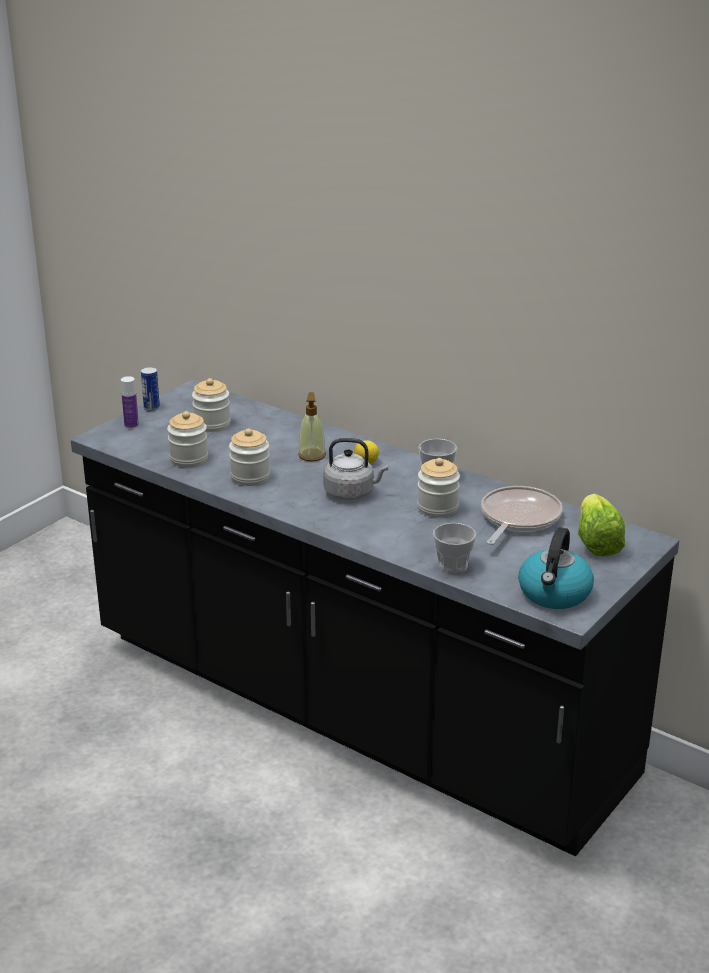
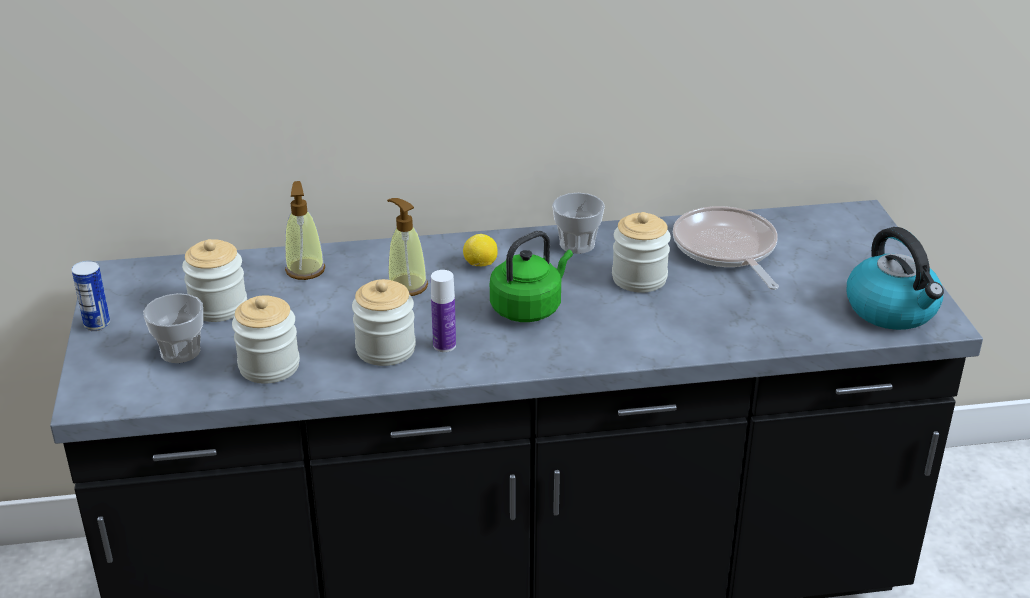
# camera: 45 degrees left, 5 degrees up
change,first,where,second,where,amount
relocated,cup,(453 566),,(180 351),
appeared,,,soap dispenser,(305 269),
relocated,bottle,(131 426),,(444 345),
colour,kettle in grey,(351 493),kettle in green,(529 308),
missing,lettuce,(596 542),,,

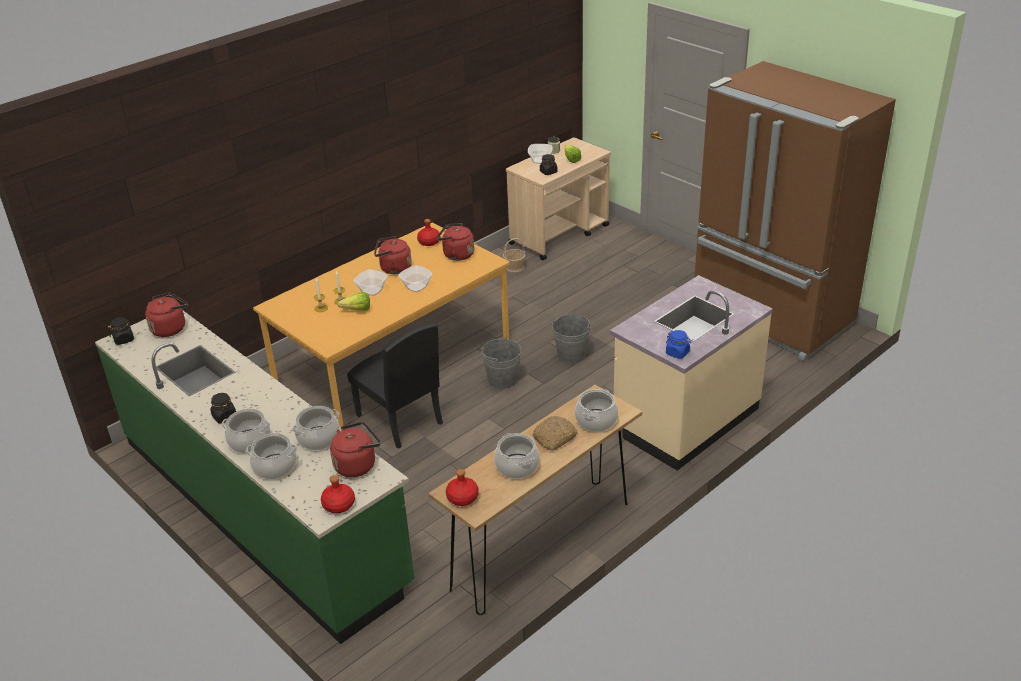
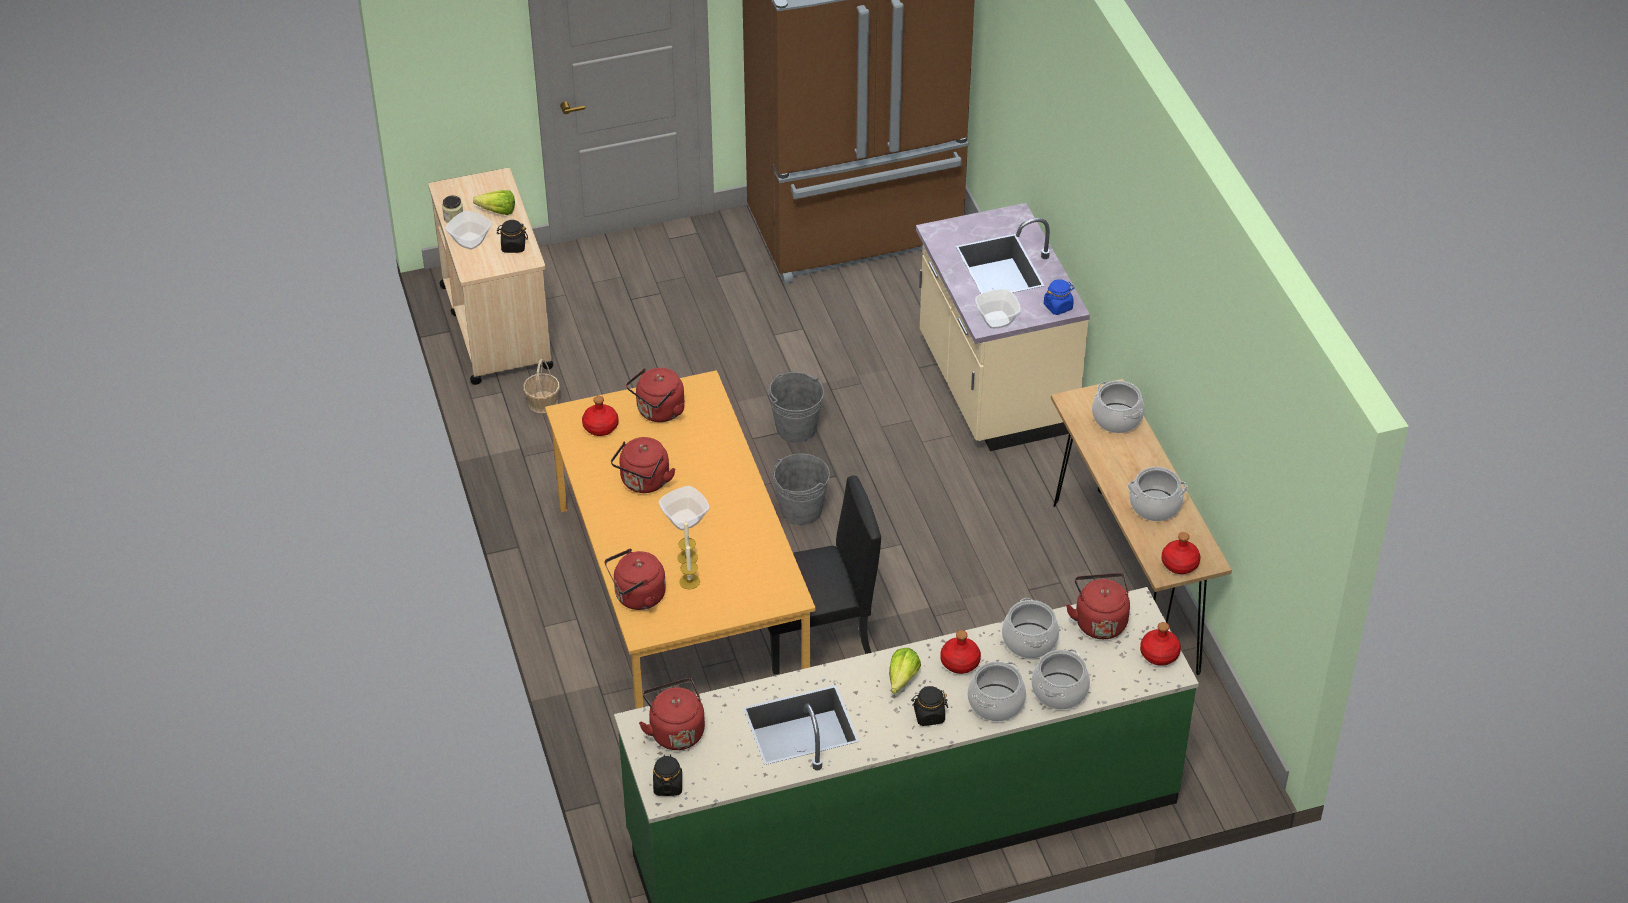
# camera: 65 degrees left, 10 degrees up
change,first,where,second,where,amount
appeared,,,kettle in red,(637 597),
relocated,lettuce,(354 310),,(900 682),
appeared,,,bottle in red,(960 662),
relocated,bowl,(416 287),,(996 320),
missing,bread,(554 438),,,

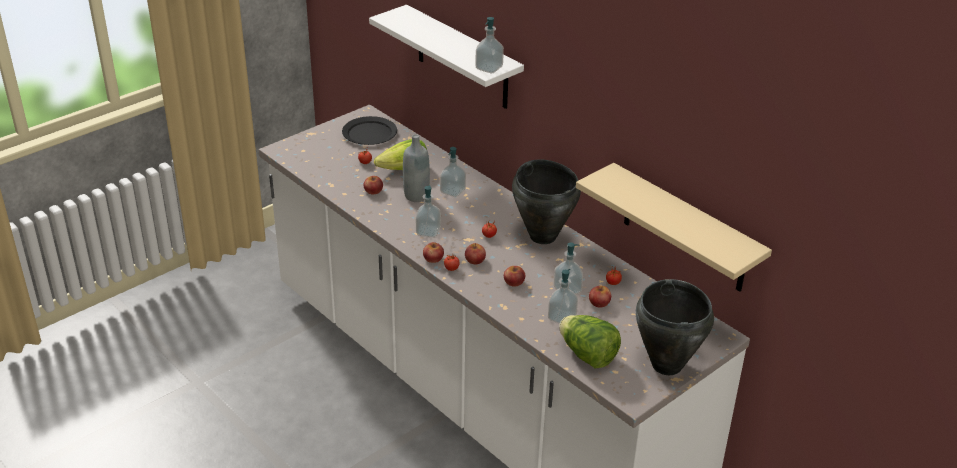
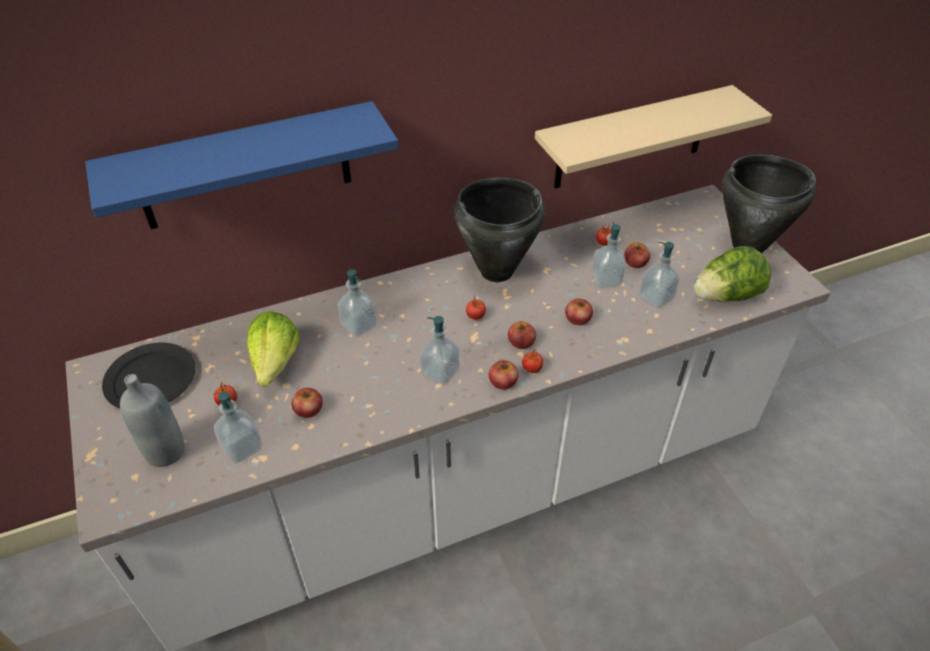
# camera: 70 degrees left, 10 degrees up
change,first,where,second,where,amount
colour,shelf in white,(462 58),shelf in blue,(245 167),
relocated,bottle in grey,(416 196),,(166 452),
relocated,soap dispenser,(489 68),,(242 447),

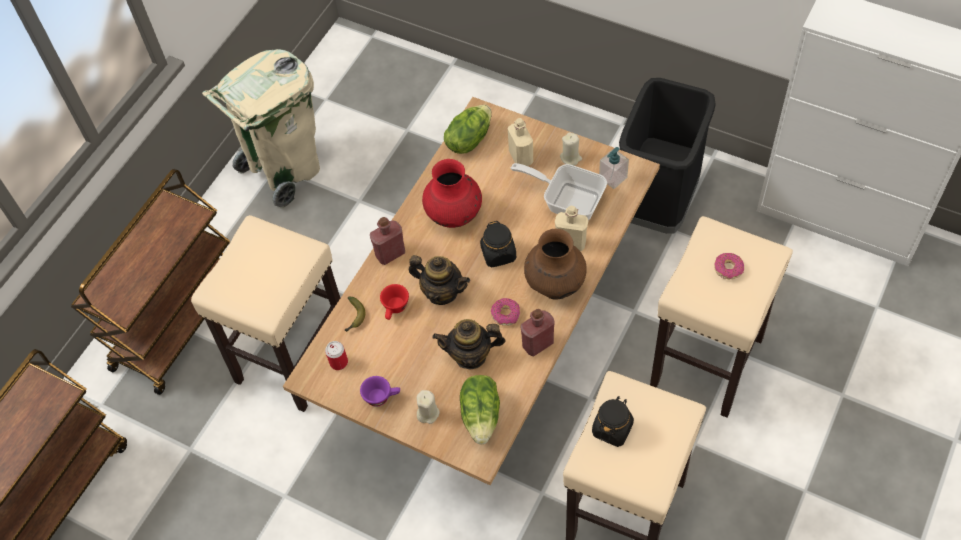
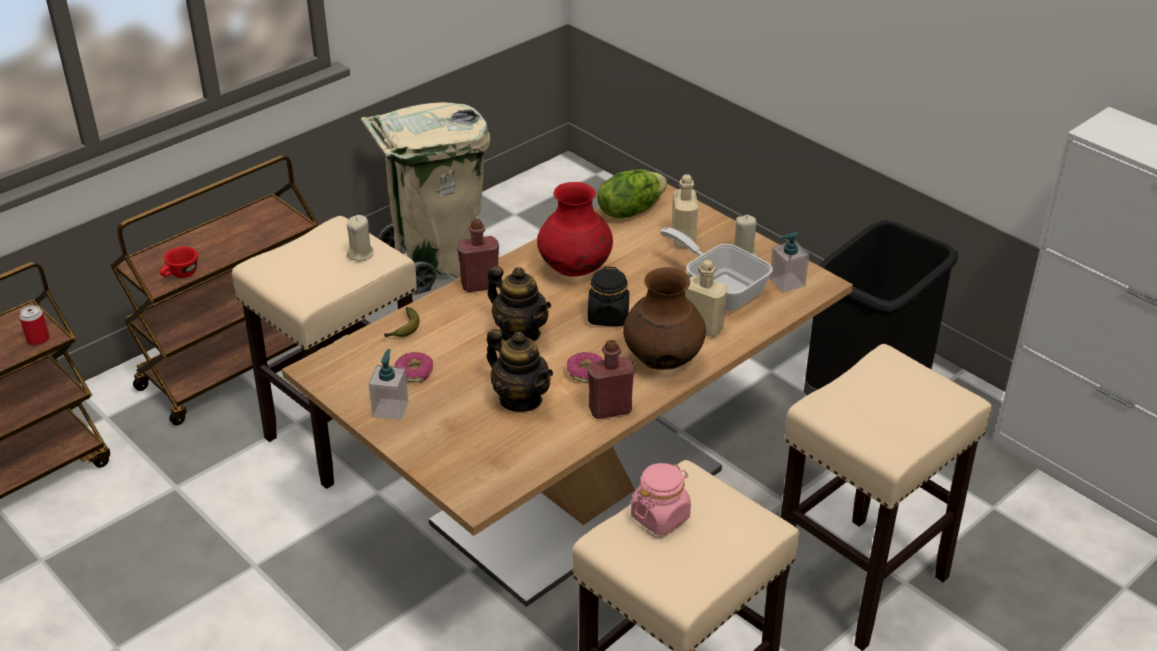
# camera: 15 degrees right, 20 degrees down
change,first,where,second,where,amount
relocated,can,(338 362),,(38 339),
relocated,cup in red,(395 309),,(180 275),
relocated,candle in beige,(428 413),,(361 254),
exchanged,cup in purple,(382 396),soap dispenser,(390 409),
relocated,donut,(728 268),,(415 372),
spun,teapot,(471 355),,(520 399),150 degrees counterclockwise
colour,jar in black,(612 429),jar in pink,(660 516),
missing,lettuce,(482 415),,,

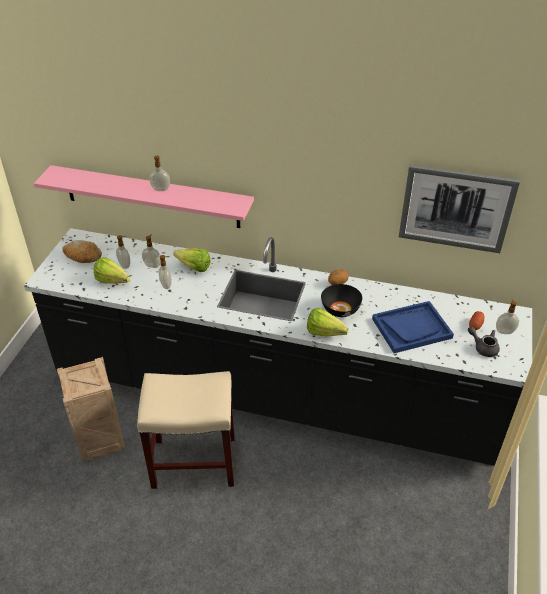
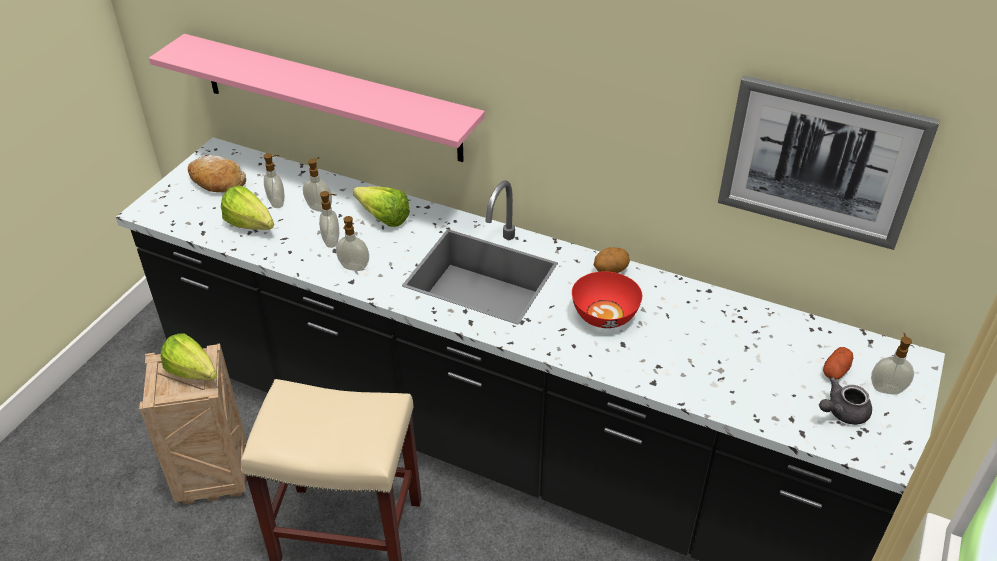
# camera: 10 degrees right, 0 degrees up
change,first,where,second,where,amount
relocated,lettuce,(327 334),,(195 375),
relocated,soap dispenser,(160 190),,(354 267),
colour,bowl in black,(340 310),bowl in red,(604 315),
spun,teapot in grey,(483 347),,(842 412),75 degrees counterclockwise
missing,tray in blue,(411 328),,,

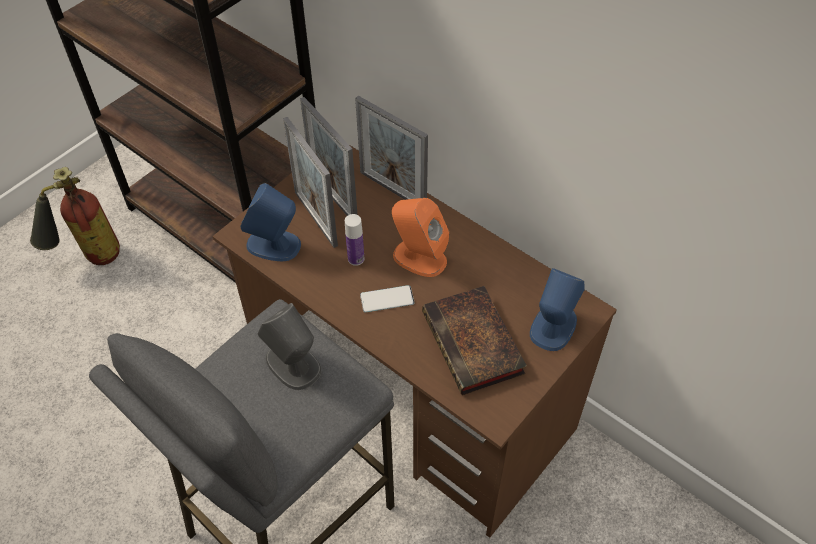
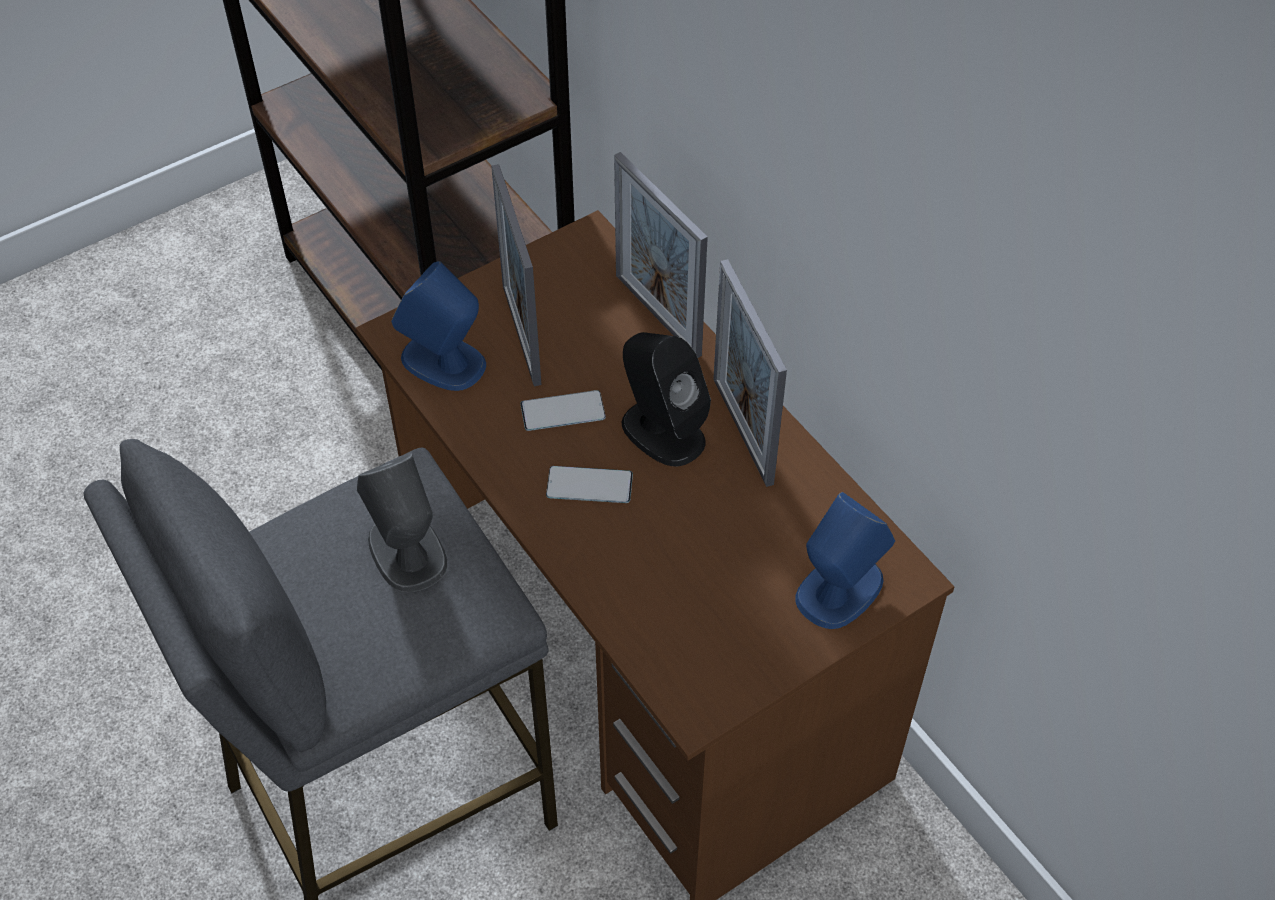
# camera: 15 degrees right, 0 degrees up
change,first,where,second,where,amount
exchanged,bottle,(356 259),phone,(562 411),
colour,speaker in orange,(419 257),speaker in black,(662 431),
relocated,picture frame,(333 197),,(742 430),
missing,fire extinguisher,(89 258),,,
missing,book,(474 345),,,

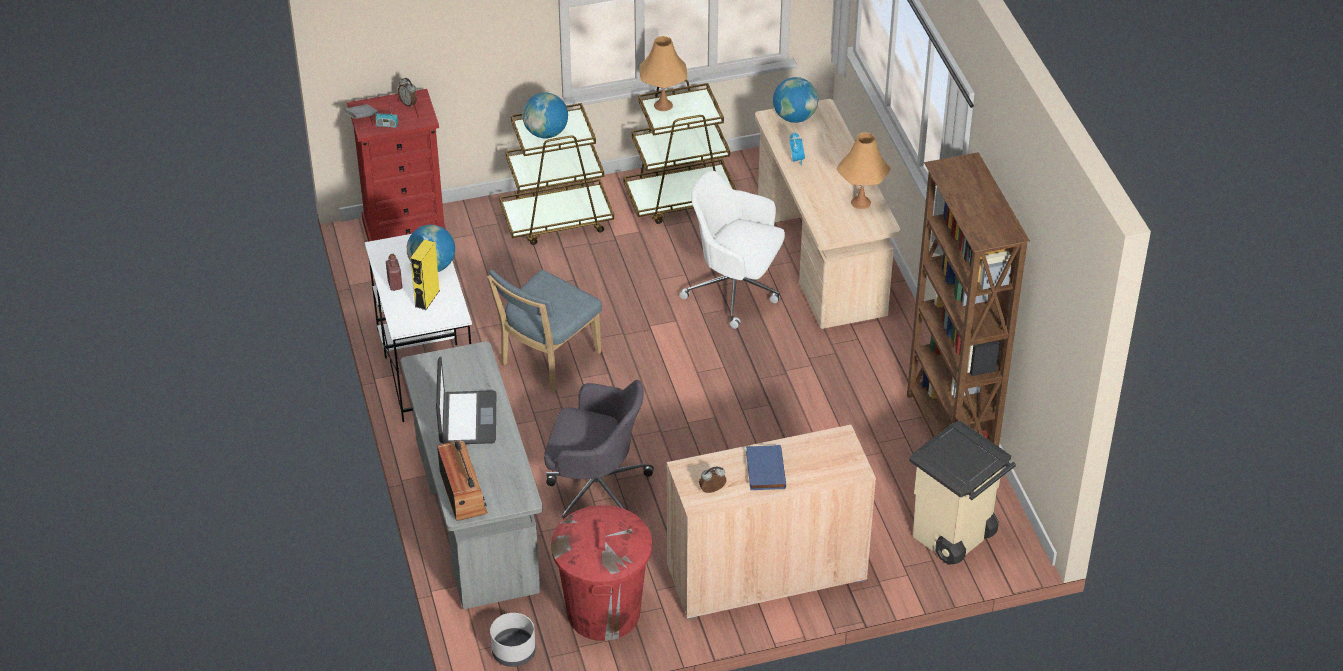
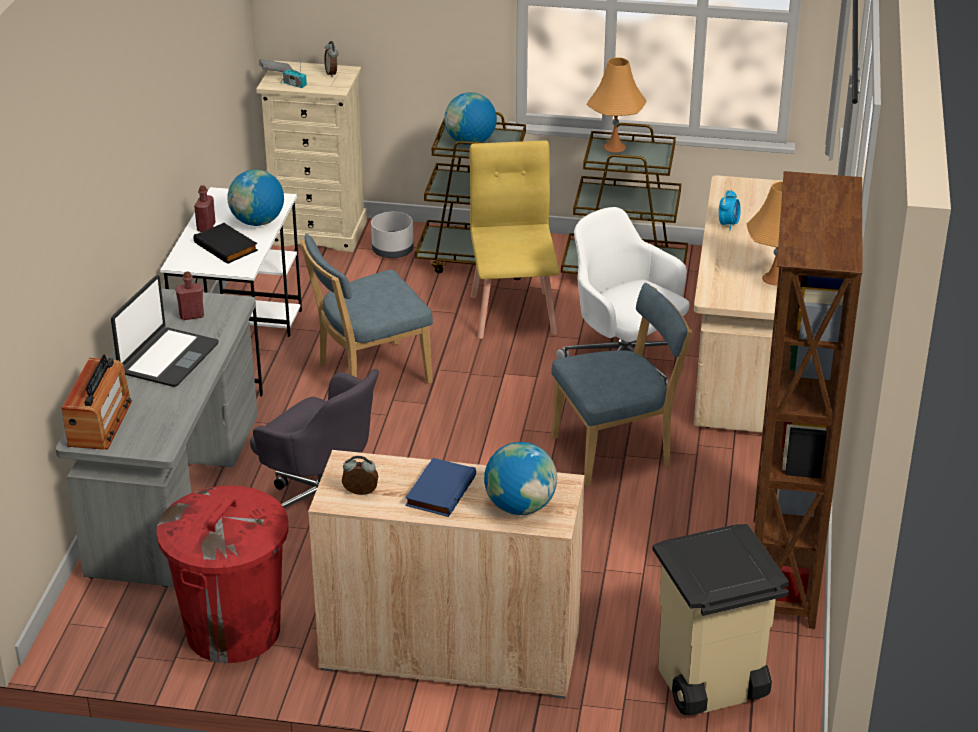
# camera: 25 degrees right, 10 degrees down
change,first,where,second,where,amount
appeared,,,bottle in red,(191 316),
exchanged,speaker in yellow,(427 298),book in black,(227 246),
colour,dresser in red,(405 232),dresser in beige,(319 232),
relocated,planter in grey,(513 652),,(392 251),
appeared,,,chair in yellow,(514 314),
relocated,globe,(794 117),,(520 506),
appeared,,,chair in blue,(616 451),

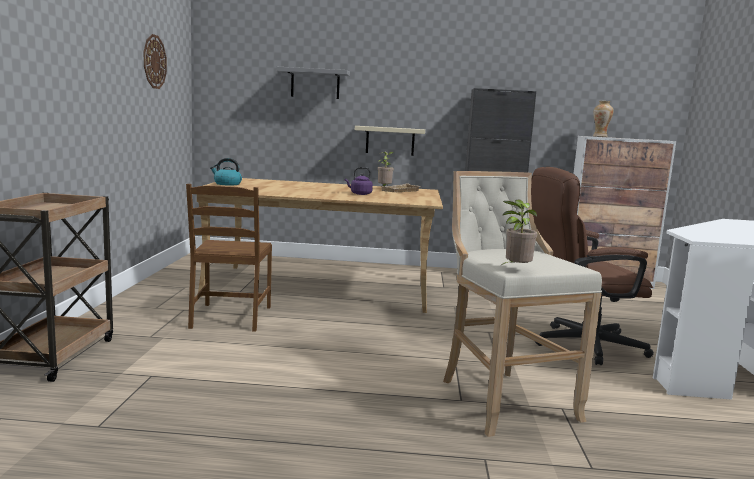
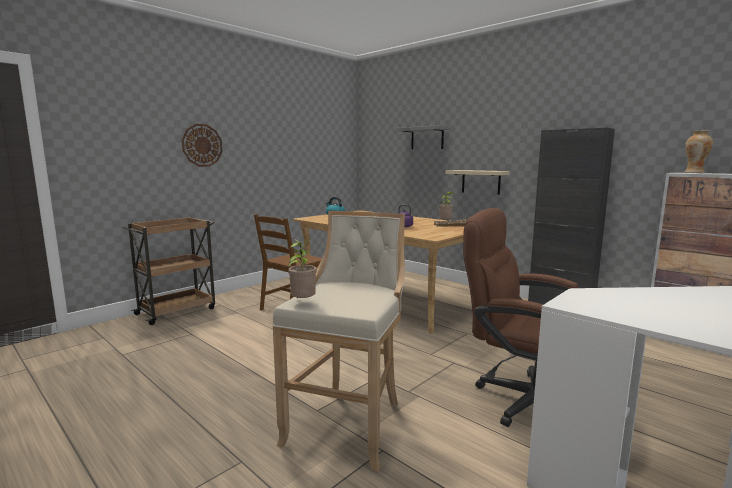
# camera: 40 degrees right, 0 degrees up
change,first,where,second,where,amount
relocated,wall clock,(154 62),,(202 145),

